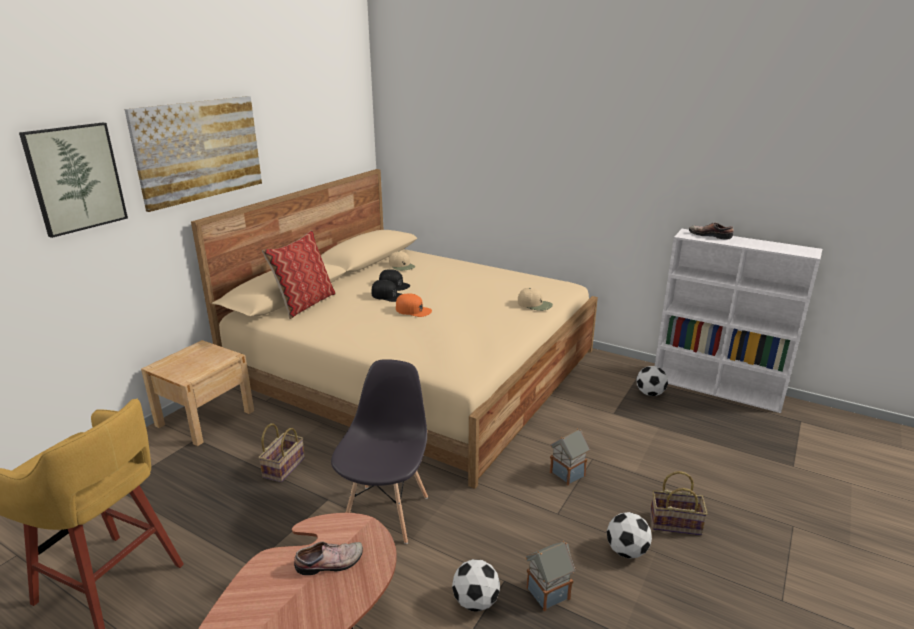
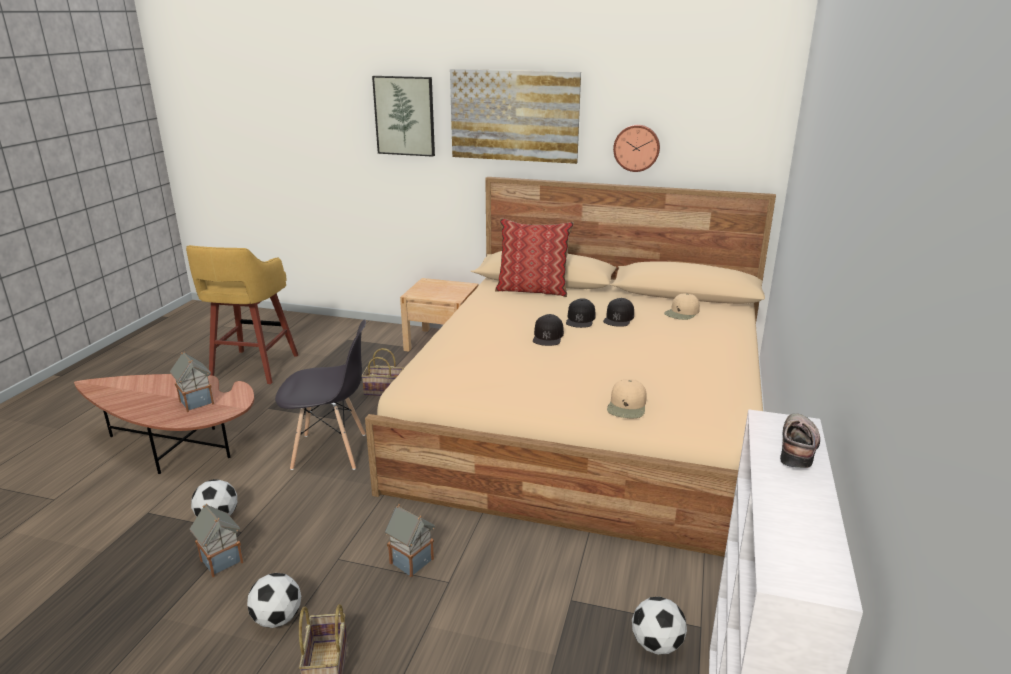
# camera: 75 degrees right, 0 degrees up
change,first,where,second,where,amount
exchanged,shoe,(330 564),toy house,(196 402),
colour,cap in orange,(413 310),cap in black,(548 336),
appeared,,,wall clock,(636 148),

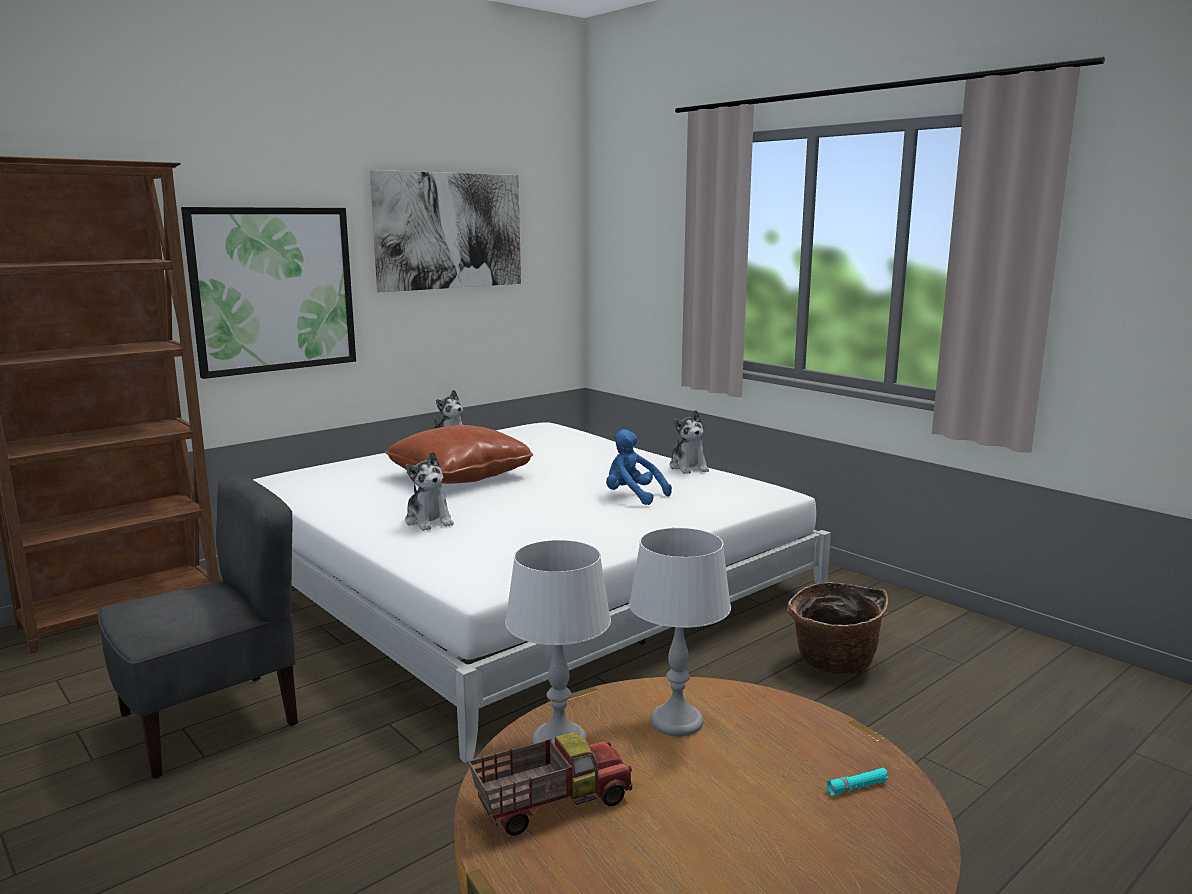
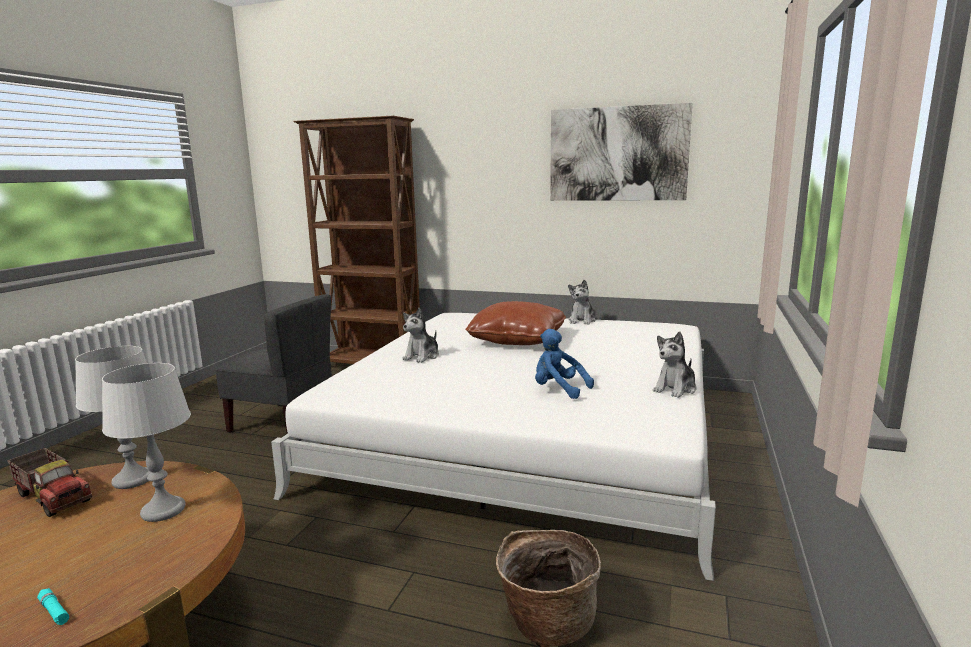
# camera: 60 degrees right, 0 degrees up
change,first,where,second,where,amount
spun,plush toy in blue,(632 496),,(558 389),60 degrees counterclockwise
missing,picture,(273 289),,,

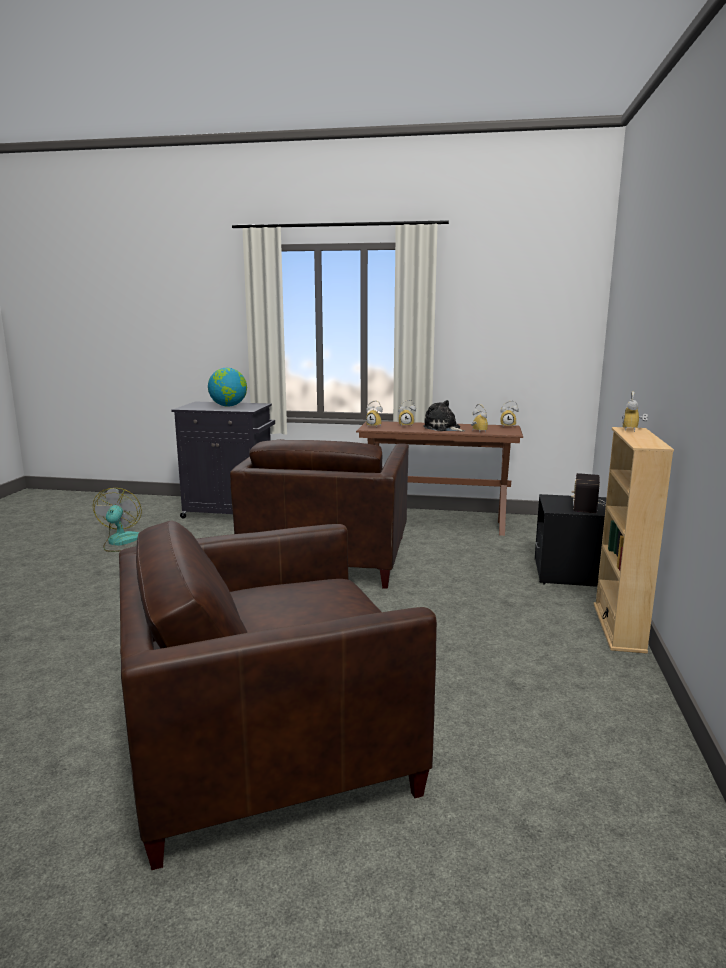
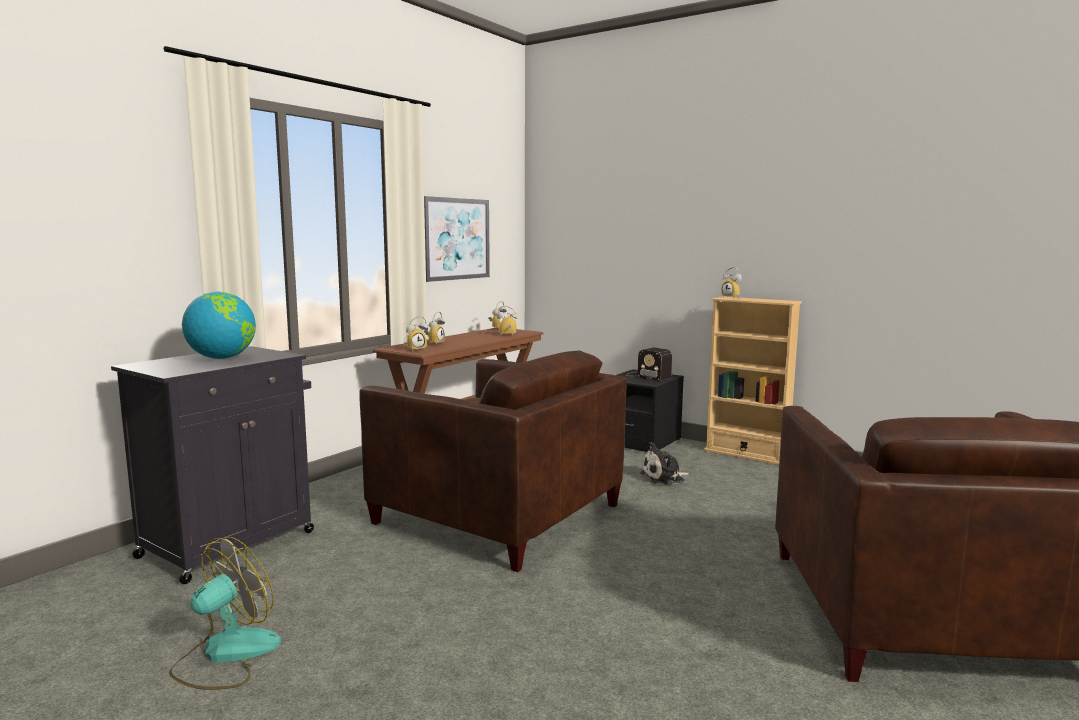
# camera: 65 degrees left, 5 degrees down
change,first,where,second,where,amount
spun,fan,(122 543),,(226 655),105 degrees clockwise
appeared,,,picture,(456 239),
relocated,plush toy,(443 428),,(665 478),

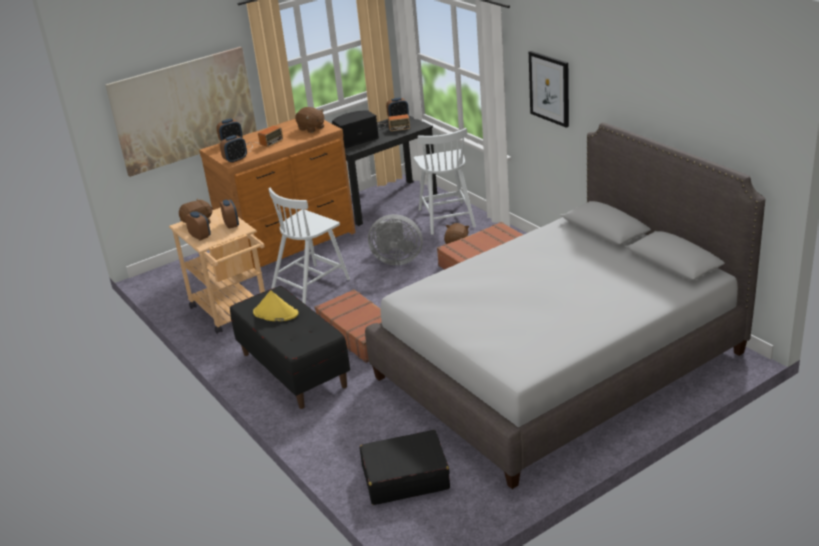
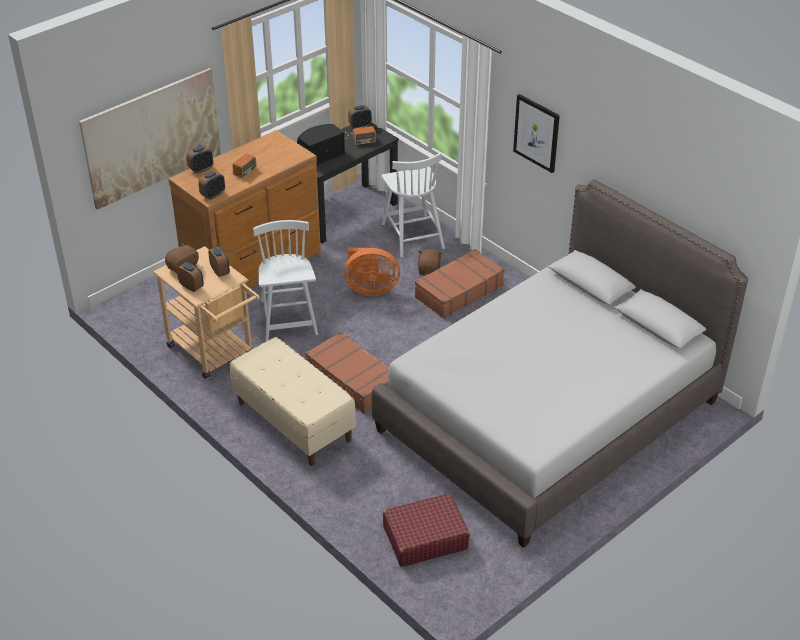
# camera: 10 degrees left, 10 degrees up
change,first,where,second,where,amount
colour,bench in black,(293 370),bench in beige,(293 422),
spun,chair in white,(311 284),,(288 319),135 degrees clockwise
colour,fan in grey,(396 260),fan in orange,(370 289),
colour,suitcase in black,(405 477),suitcase in red,(425 538),
missing,hat in yellow,(275 313),,,
missing,plush toy in brown,(311 128),,,

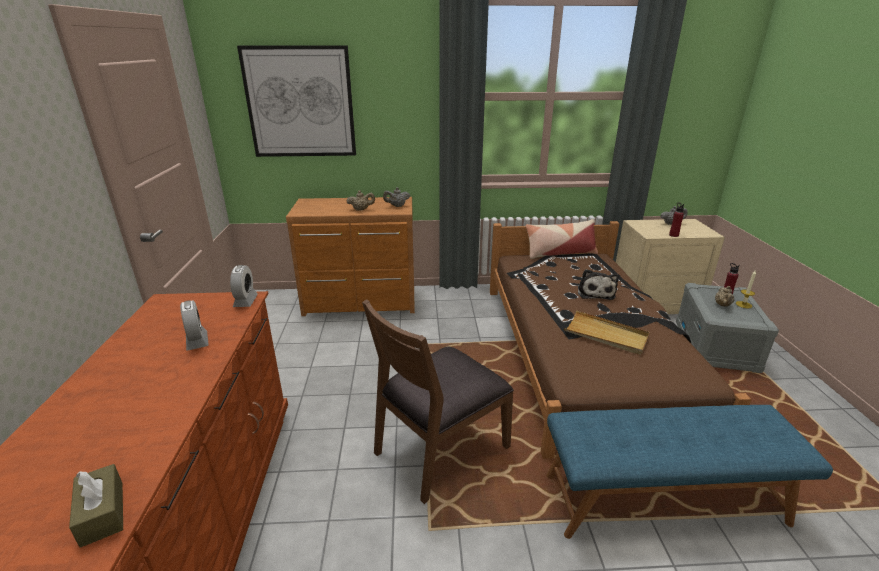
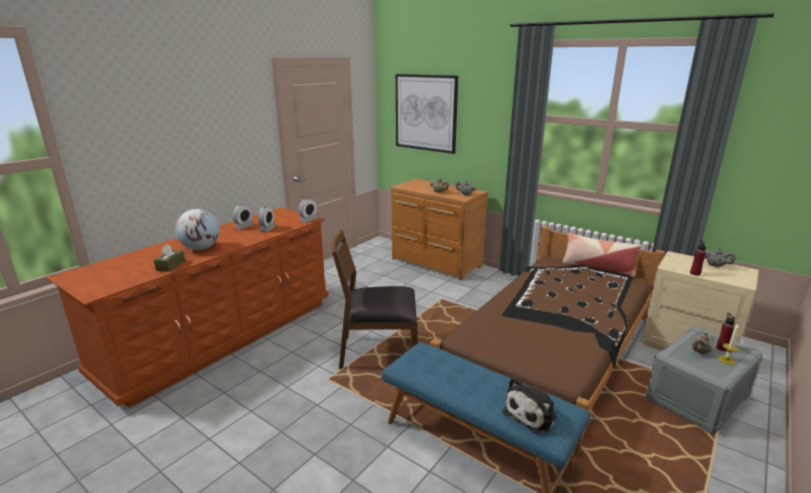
# camera: 40 degrees right, 5 degrees down
change,first,where,second,where,amount
appeared,,,globe,(201 248),
appeared,,,alarm clock,(244 226),
relocated,plush toy,(595 292),,(532 414),
missing,tray in beige,(606 335),,,

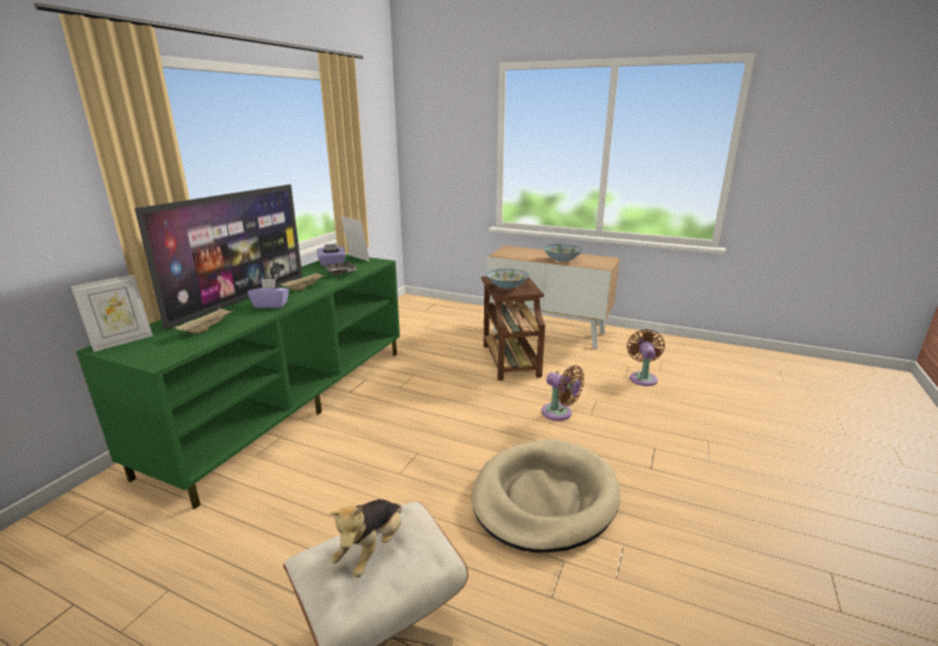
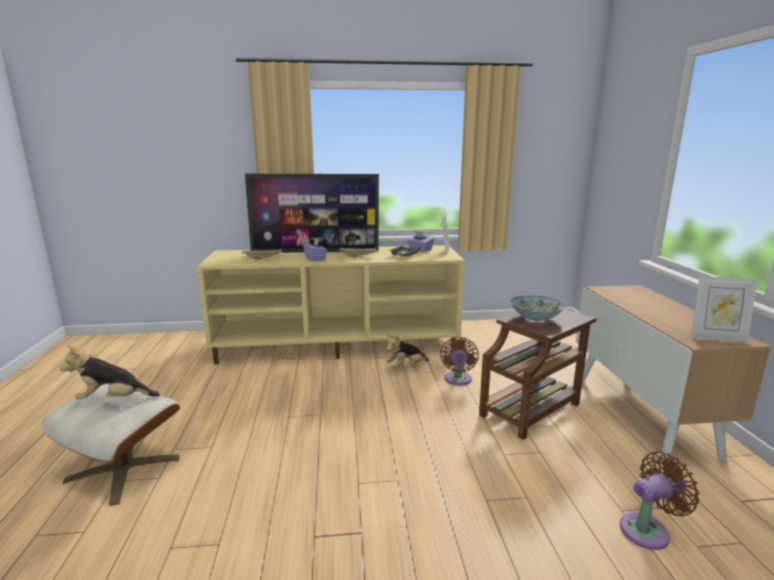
# camera: 60 degrees right, 5 degrees down
change,first,where,second,where,amount
colour,tv stand in green,(290 404),tv stand in beige,(338 345),
appeared,,,plush toy,(406 367),
relocated,fan in brown,(559 413),,(457 380),
relocated,picture frame,(122 342),,(716 338),
missing,dog bed in beige,(544 498),,,
missing,bowl,(562 260),,,

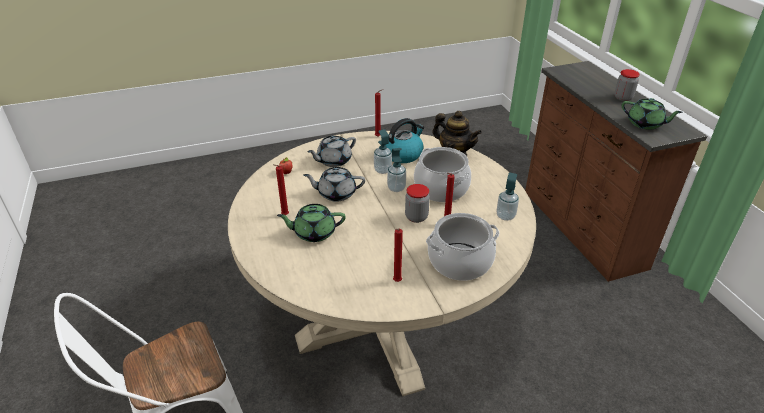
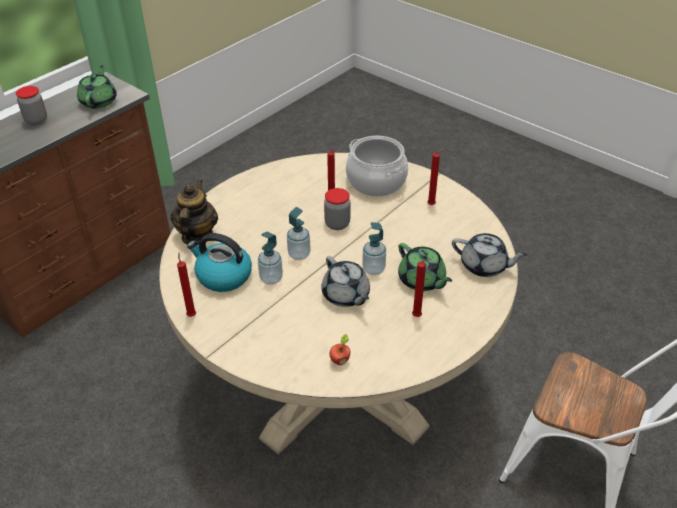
# camera: 120 degrees left, 5 degrees up
change,first,where,second,where,amount
relocated,soap dispenser,(505 216),,(373 269),
relocated,teapot in grey,(333 161),,(484 266),
missing,cooking pot,(441 188),,,

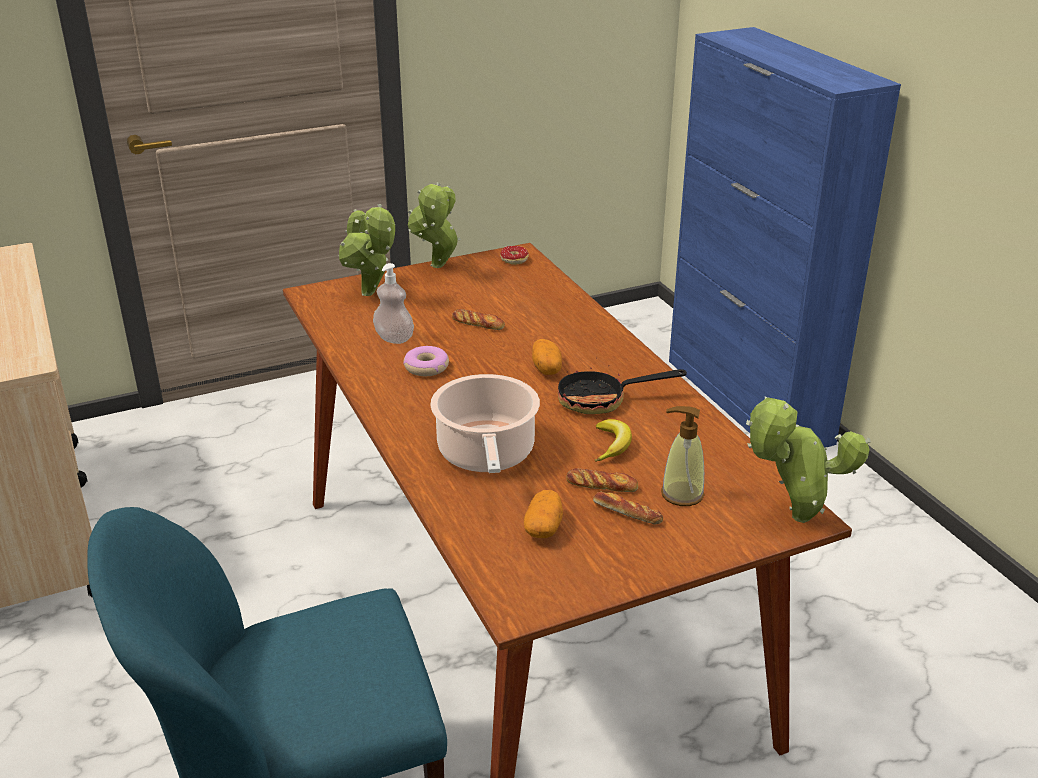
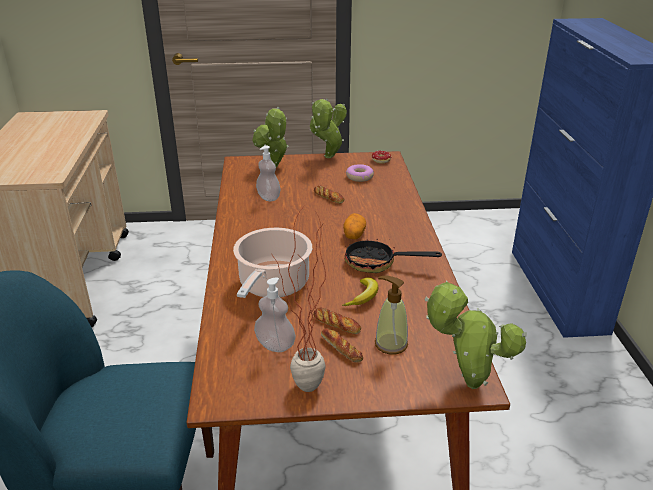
# camera: 20 degrees right, 0 degrees up
change,first,where,second,where,amount
exchanged,potato,(543 527),soap dispenser,(275 345),
appeared,,,potted plant,(302 394),
relocated,donut,(426 367),,(359 177),

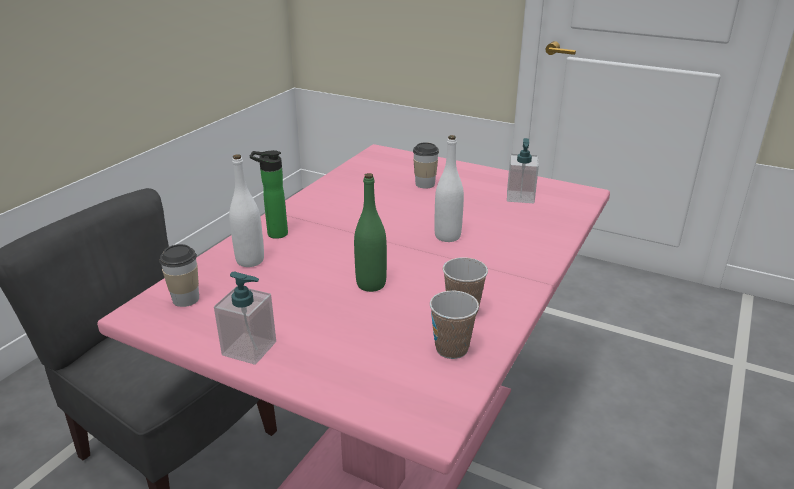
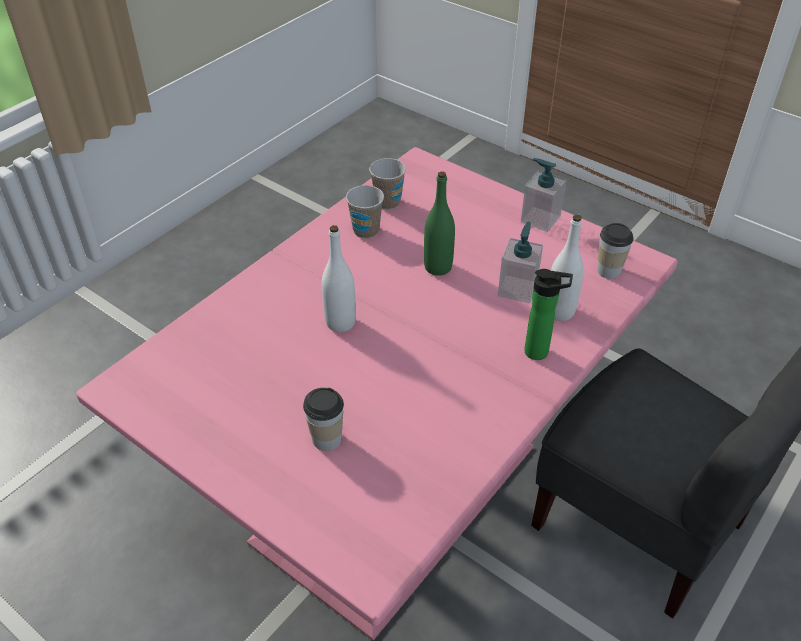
# camera: 170 degrees left, 15 degrees up
change,first,where,second,where,amount
relocated,soap dispenser,(520 197),,(517 289),

